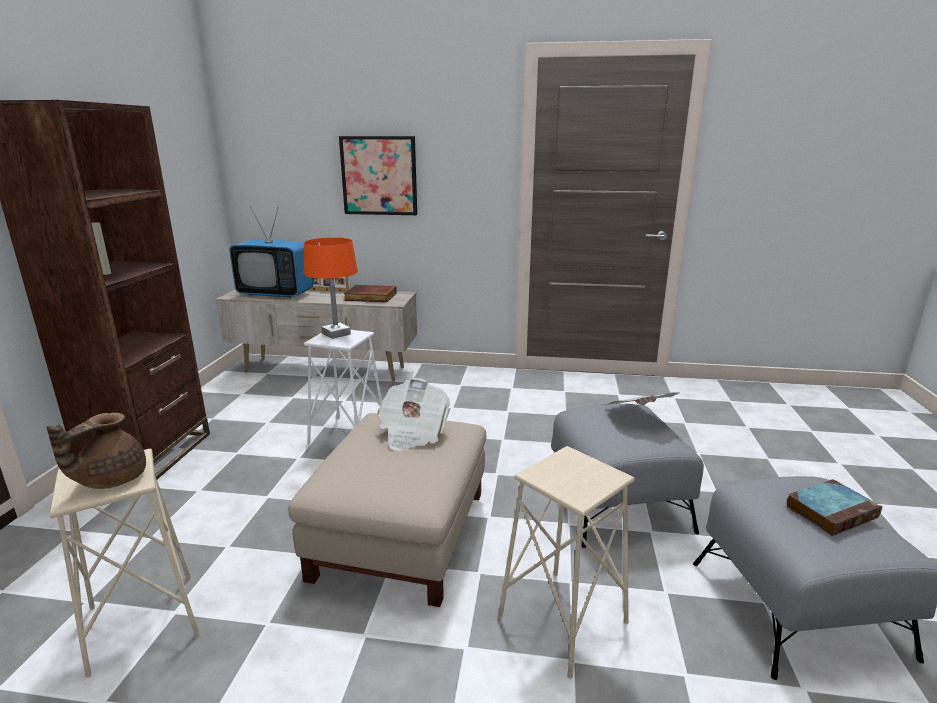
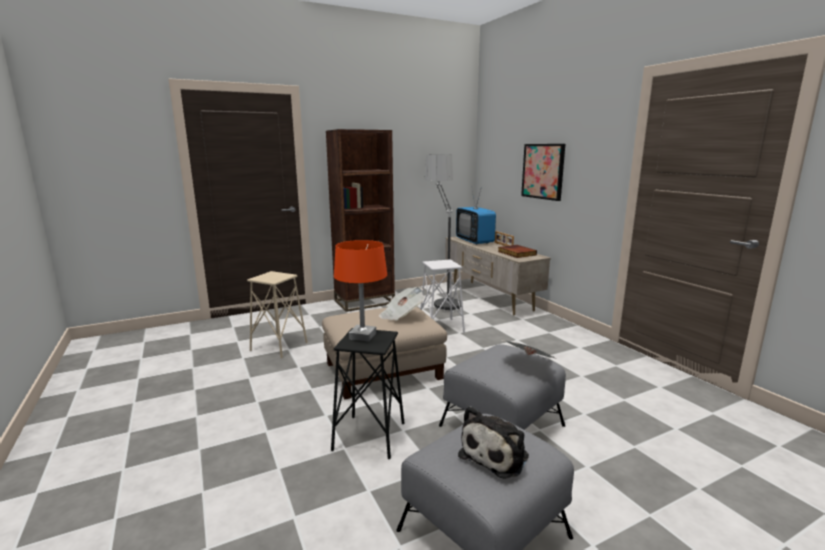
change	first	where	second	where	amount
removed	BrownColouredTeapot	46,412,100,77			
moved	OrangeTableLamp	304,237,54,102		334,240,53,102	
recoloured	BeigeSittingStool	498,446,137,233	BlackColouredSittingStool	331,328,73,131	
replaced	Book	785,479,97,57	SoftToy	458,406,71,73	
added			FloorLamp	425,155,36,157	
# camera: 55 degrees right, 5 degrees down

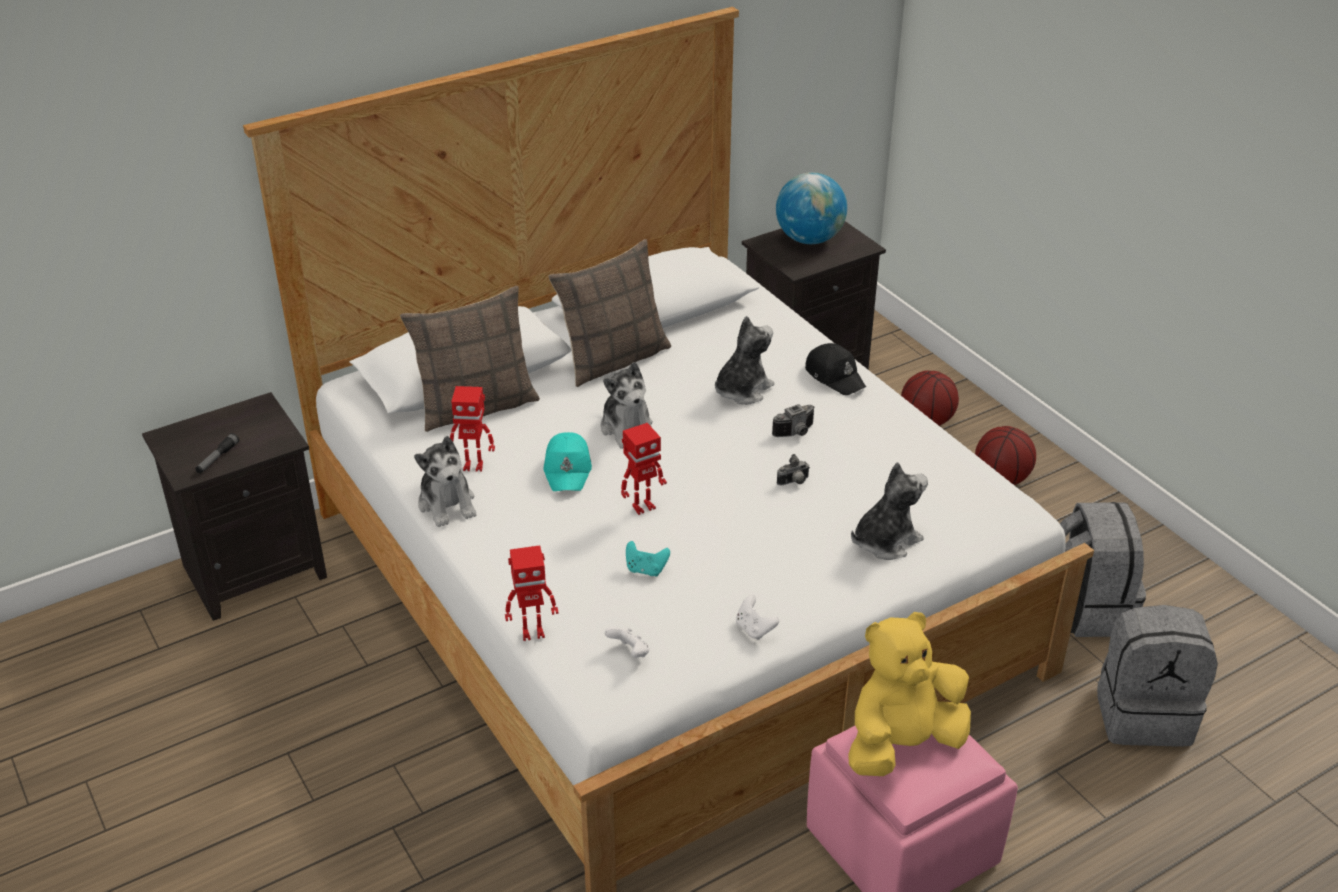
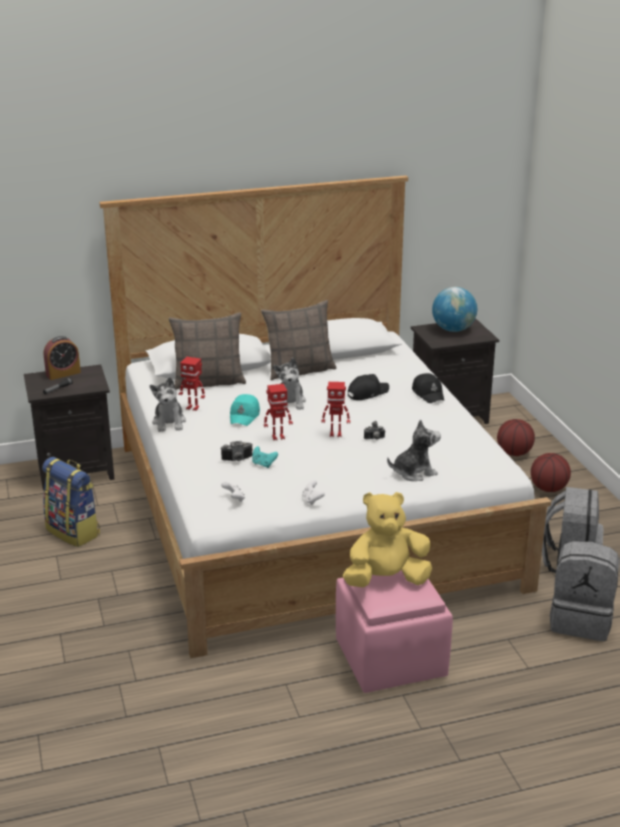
change	first	where	second	where	amount
moved	RobotFigure	505,545,53,96		322,382,28,55	
replaced	SoftToy	715,316,59,89	BlackColouredPeakedCap	348,374,41,26	
moved	StillCamera	772,404,42,33		220,441,33,20	
added			Backpack	42,457,58,90	
added			TableClock	44,336,37,44	
# camera: 15 degrees right, 10 degrees down

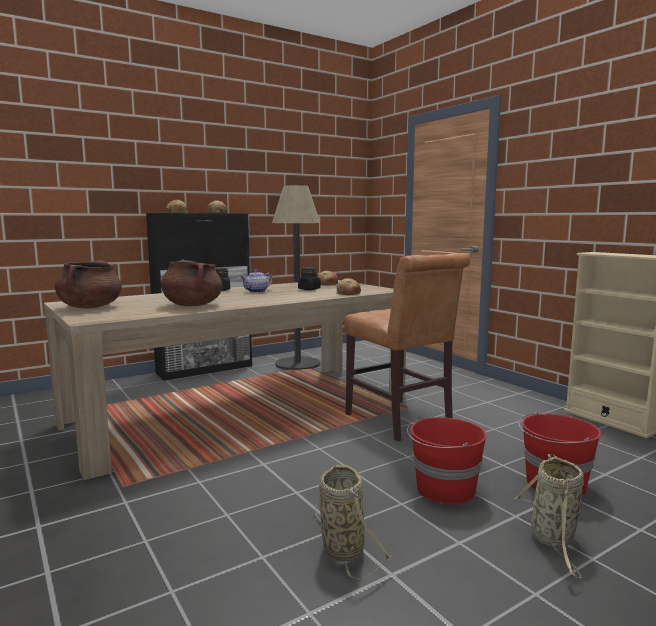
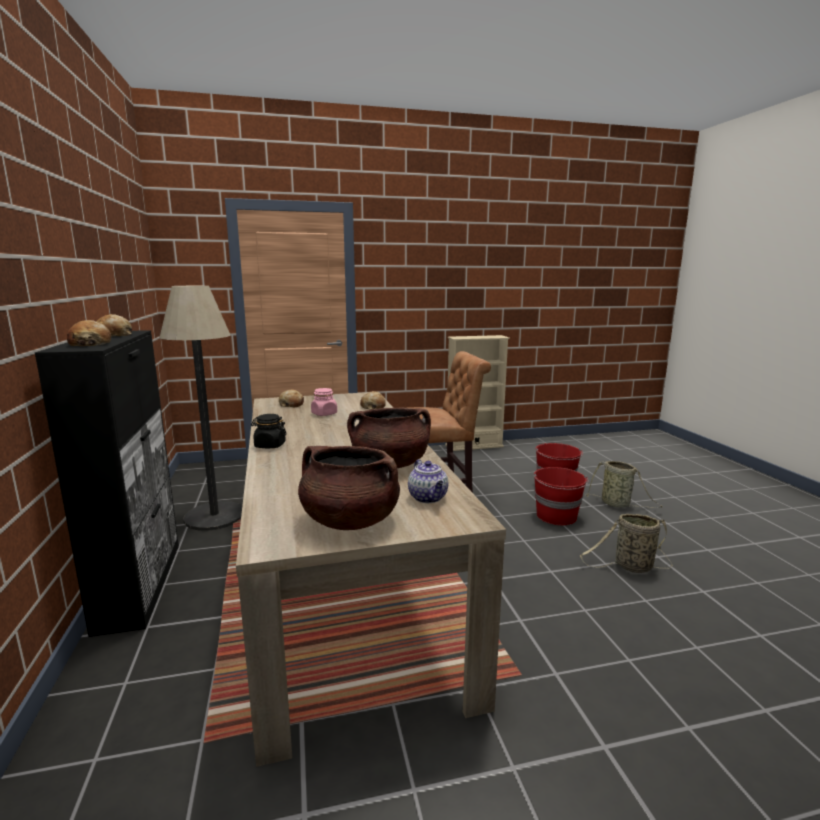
change	first	where	second	where	amount
moved	Teapot	240,269,32,24		408,459,40,44	
recoloured	BlackColouredPreserveJar	298,267,22,23	PinkishPreserveJar	311,388,26,28	
# camera: 70 degrees left, 5 degrees up

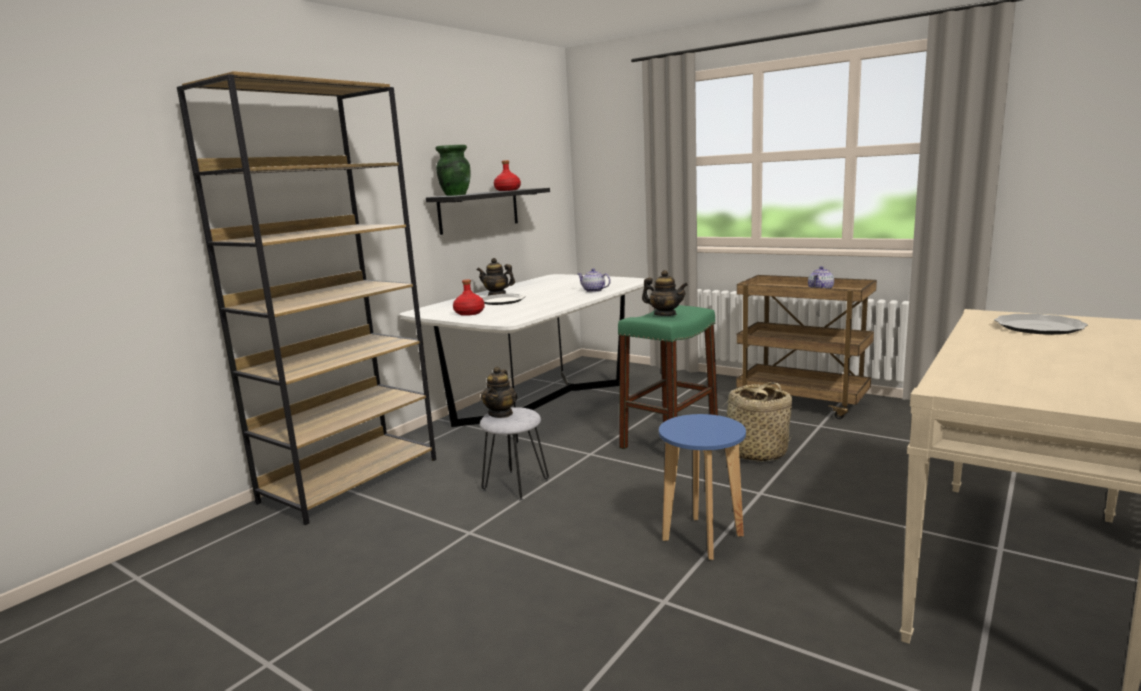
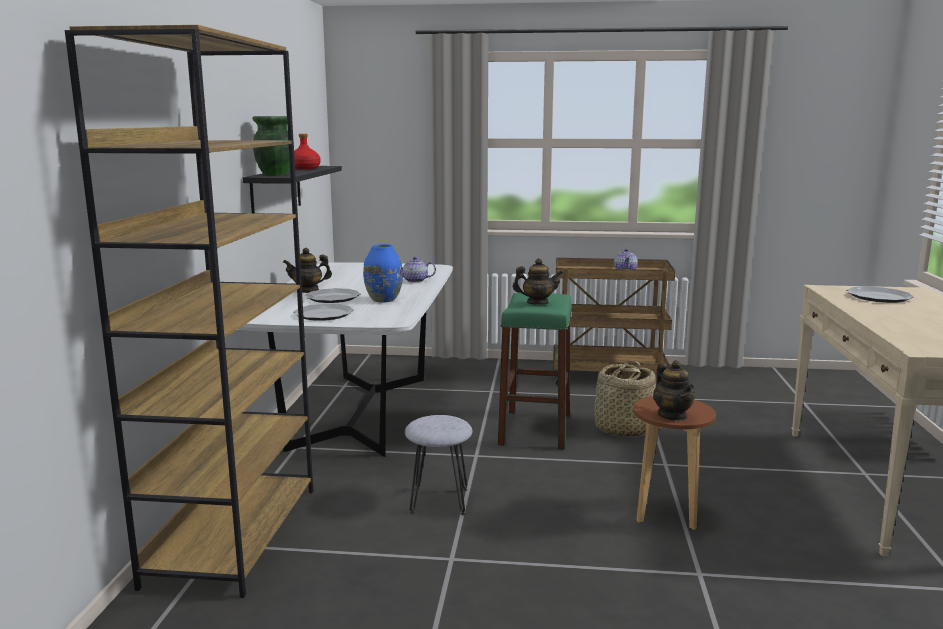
change	first	where	second	where	amount
replaced	RedColouredBottle	453,279,32,37	Plate	294,303,60,18	
moved	Teapot	481,366,36,52		653,360,42,61	
recoloured	BlueColouredSittingStool	659,414,87,146	BrownColouredSittingStool	633,396,83,134	
added			BlueColouredVase	363,244,40,58	
# camera: 30 degrees left, 0 degrees up

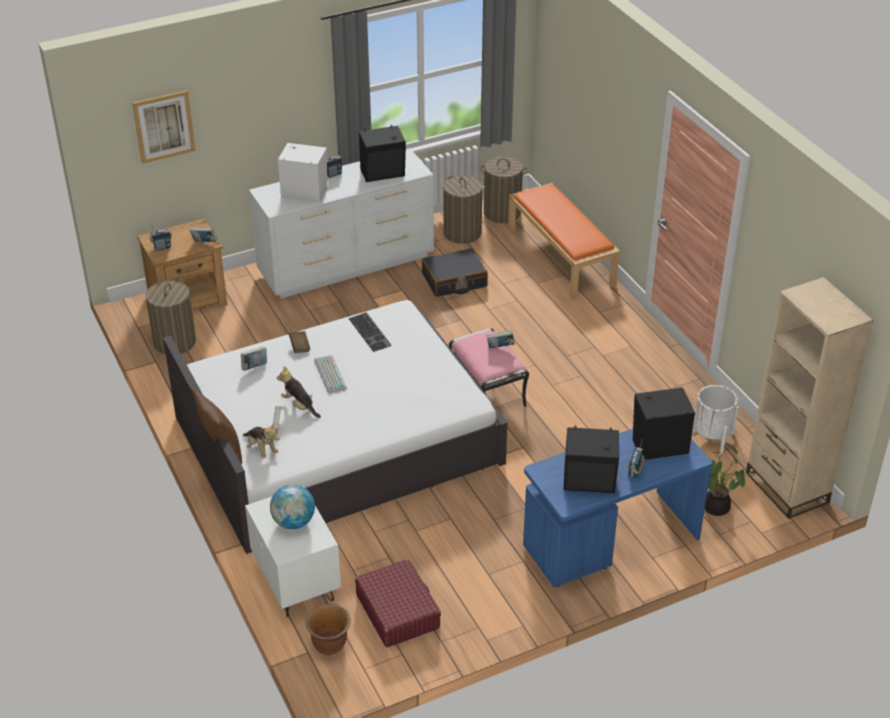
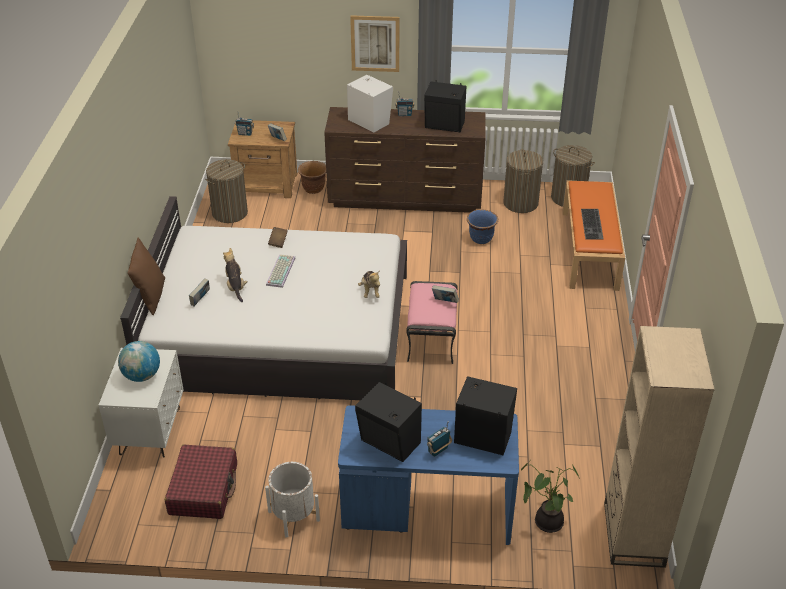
change	first	where	second	where	amount
moved	WallPicture	132,90,64,74		350,15,50,57	
removed	Book	241,347,26,24			
moved	SoftToy	243,423,37,35		358,270,22,28	
recoloured	WhiteDrawerChest	249,148,185,150	BrownColouredDrawerChest	324,107,162,106	
moved	BrownColouredPlanter	305,604,46,51		298,161,28,33	
moved	PcKeyboard	348,312,44,40		581,209,23,31	
replaced	BlackColouredPieceOfLuggage	422,248,66,49	BlueColouredPlanter	467,210,31,34	
moved	WhitePlanter	691,385,47,69		265,462,55,76	
# camera: 30 degrees right, 0 degrees up

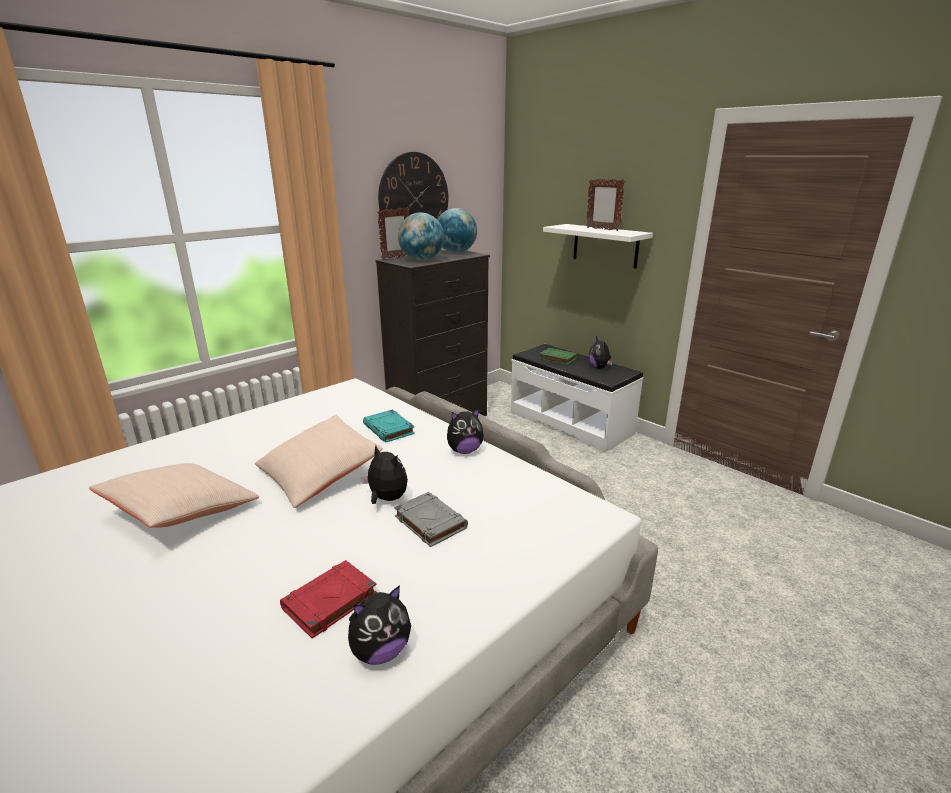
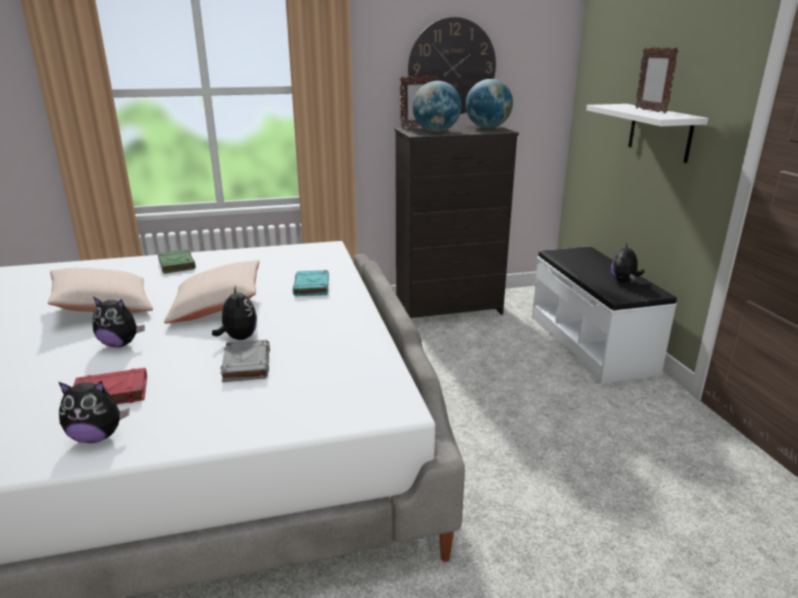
change	first	where	second	where	amount
moved	SoftToy	447,408,37,46		92,297,53,51	
moved	GreenishBook	539,348,38,17		158,249,38,25	
# camera: 30 degrees right, 0 degrees up

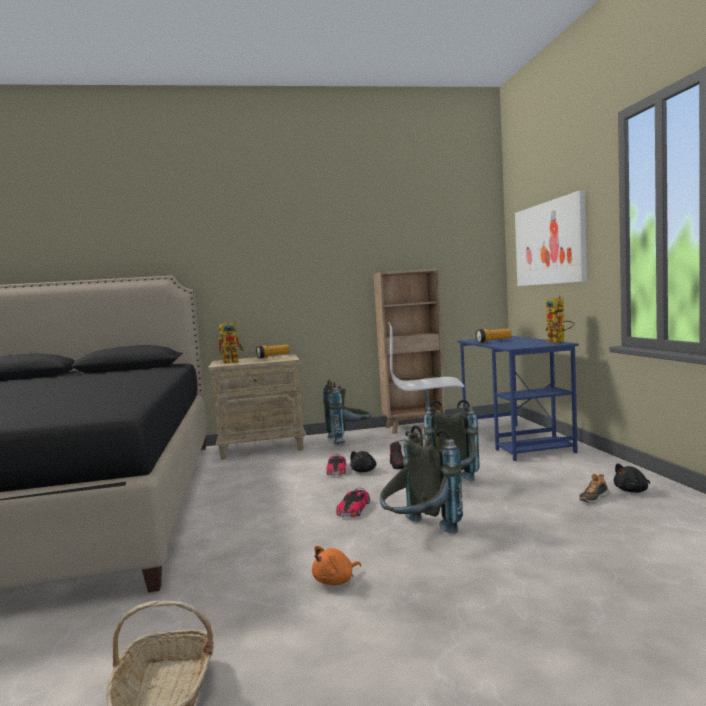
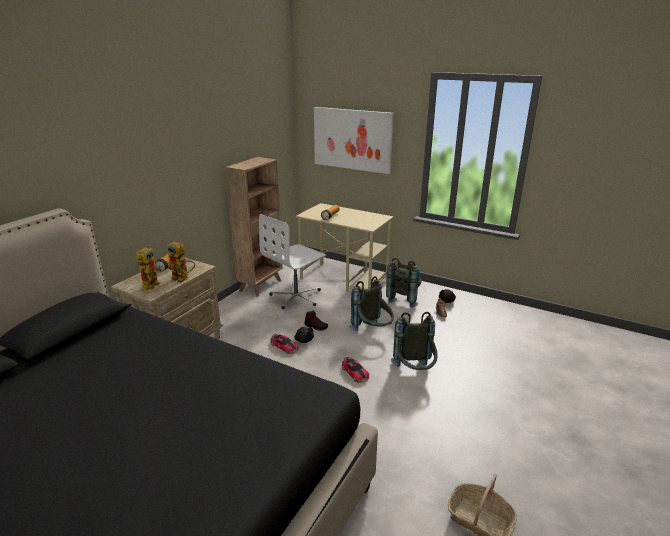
change	first	where	second	where	amount
removed	OrangeSoftToy	312,546,49,39			
moved	GreyBackpack	323,379,49,65		386,258,36,50	
recoloured	BlueColouredDesk	457,336,122,125	BeigeDesk	296,203,98,89	
moved	RobotFigure	545,296,29,47		167,242,28,41	
# camera: 50 degrees left, 20 degrees up

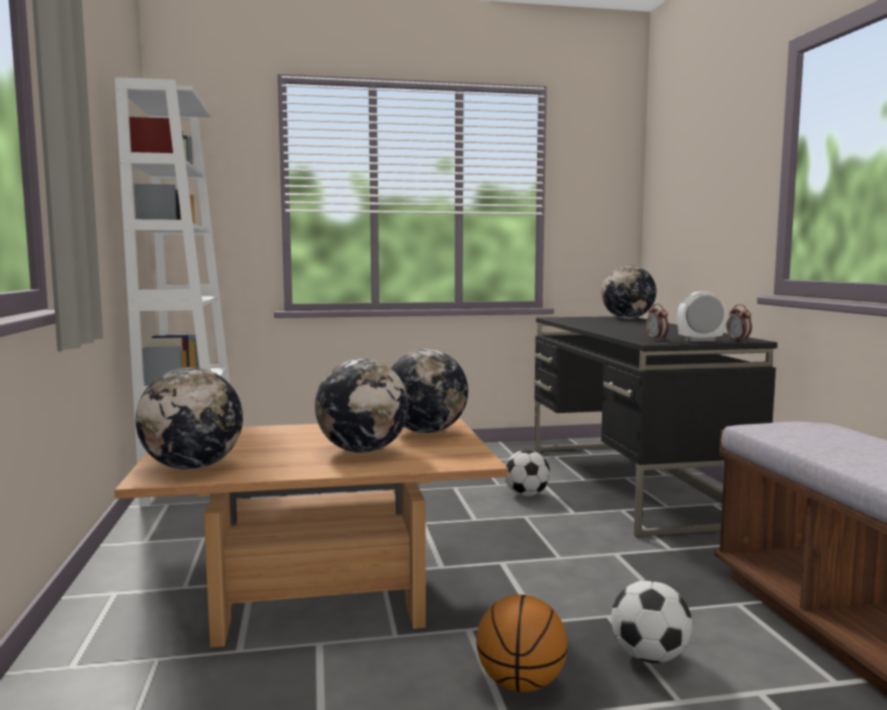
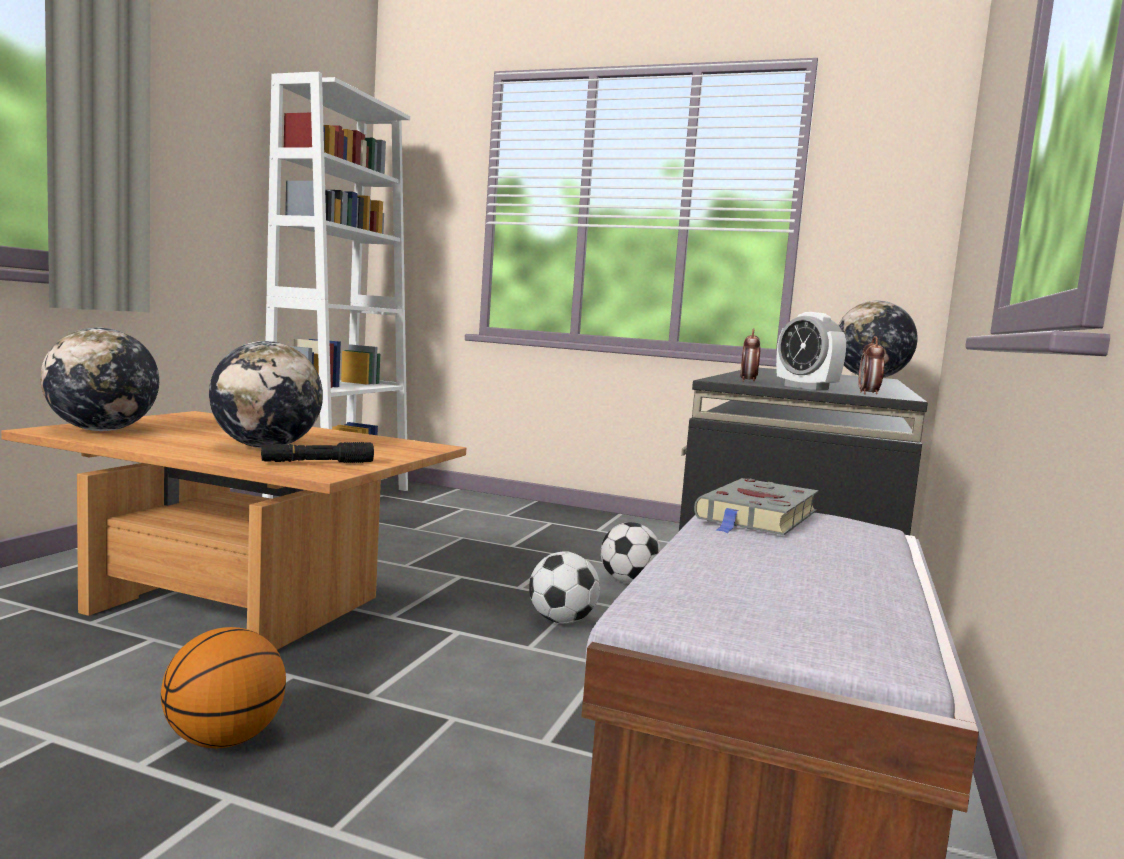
change	first	where	second	where	amount
removed	WorldGlobe	391,349,77,84			
moved	FootballBall	611,580,81,83		529,551,71,73	
turned	TableClock	677,291,49,51		776,312,70,78	150 degrees counterclockwise
added			BlackColouredTorch	261,442,113,21	
added			GreyBook	694,478,125,57	
# camera: 30 degrees right, 0 degrees up

